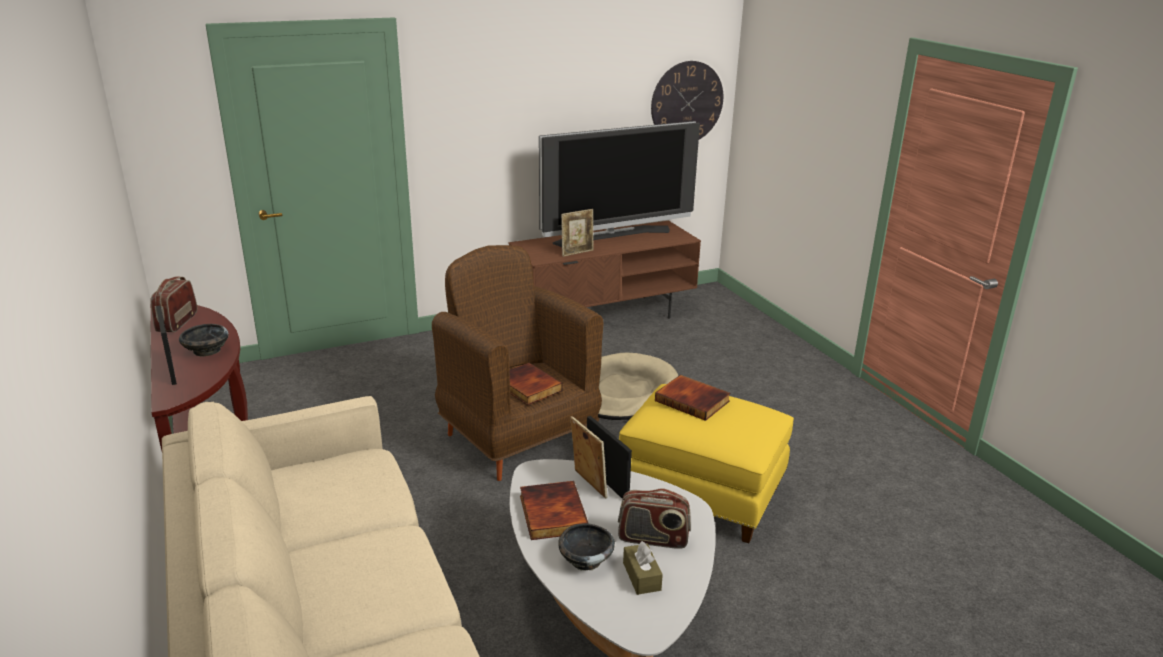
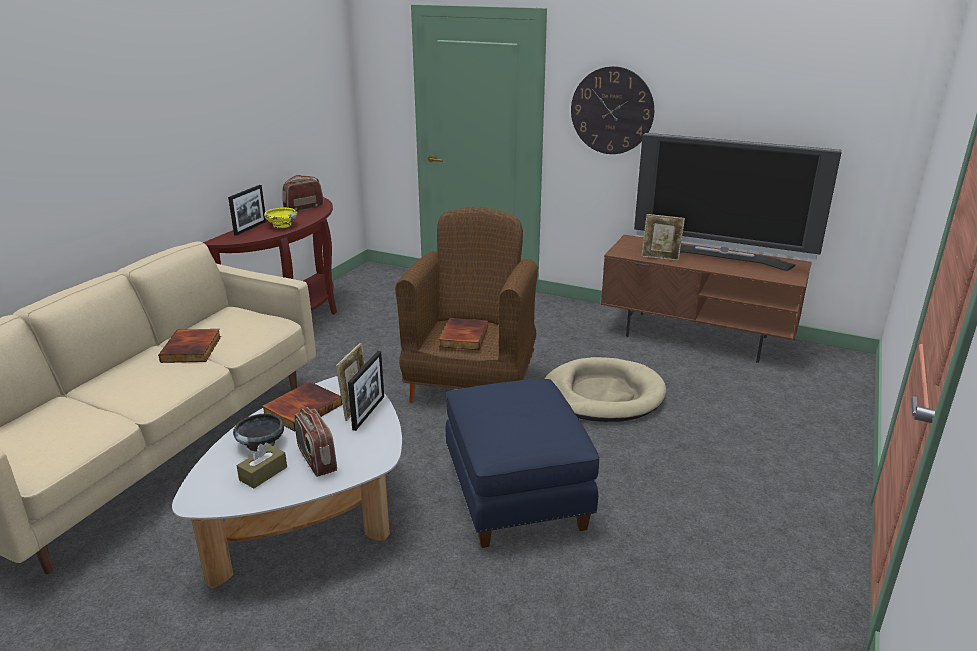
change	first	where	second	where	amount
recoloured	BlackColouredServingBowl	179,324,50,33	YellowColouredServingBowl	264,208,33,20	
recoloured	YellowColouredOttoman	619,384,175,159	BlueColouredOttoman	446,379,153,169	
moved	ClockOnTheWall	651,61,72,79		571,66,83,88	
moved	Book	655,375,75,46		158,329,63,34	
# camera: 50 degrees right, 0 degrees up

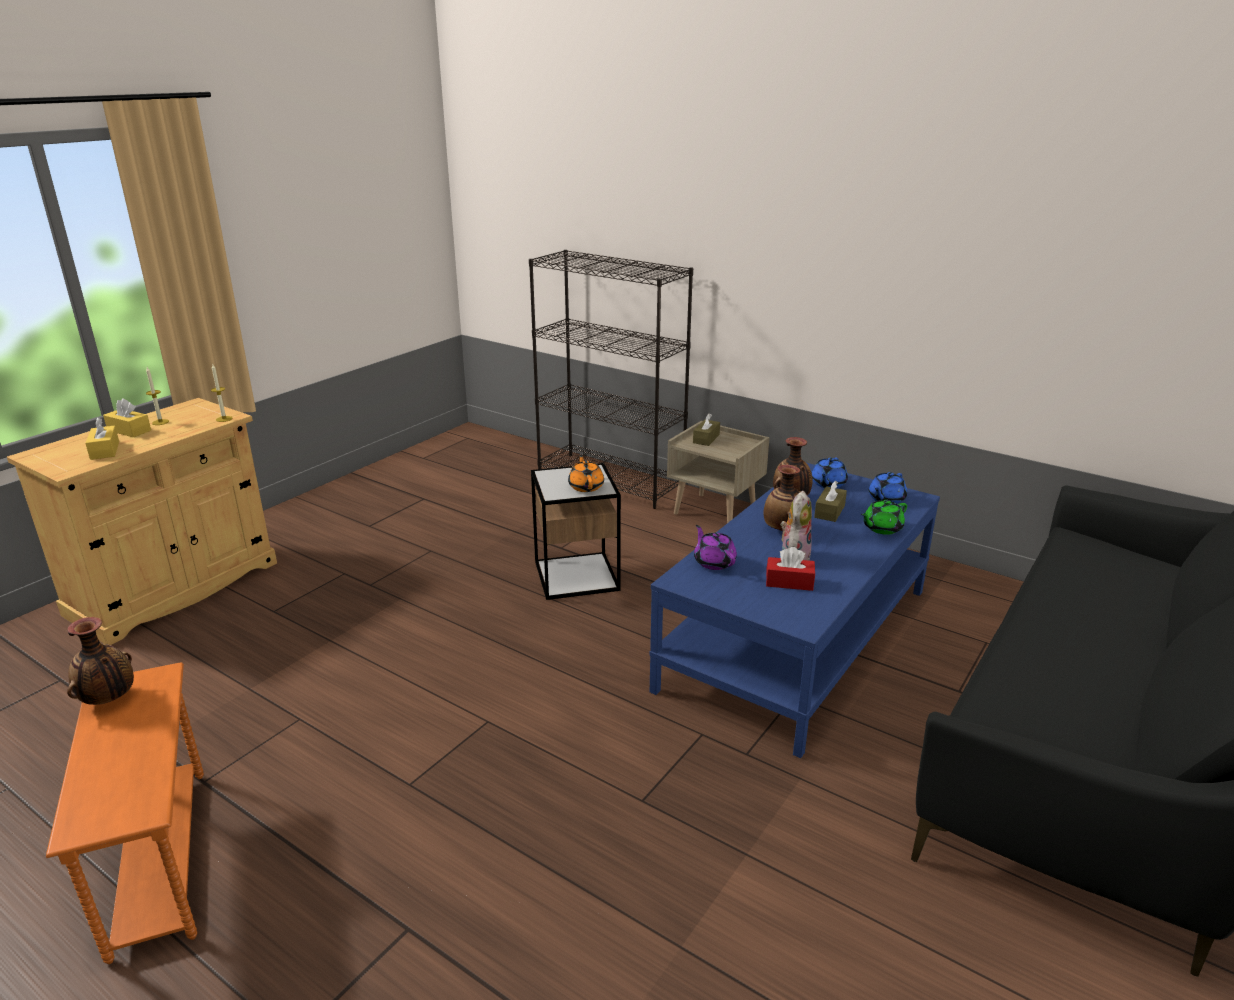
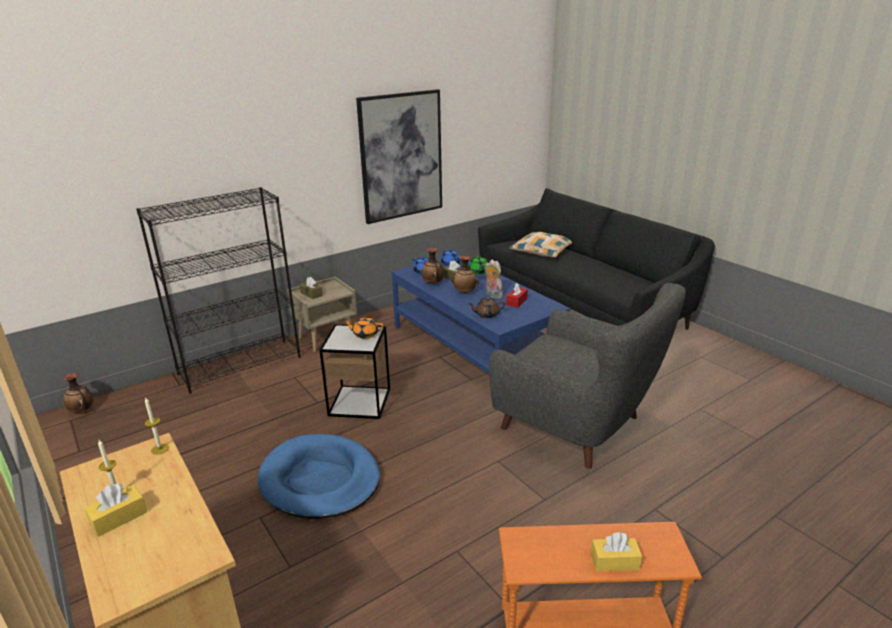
change	first	where	second	where	amount
moved	Vase	67,617,67,88		63,373,30,40	
moved	YellowColouredBoxOfTissues	85,417,34,43		591,532,51,39	
recoloured	PurpleTeapot	694,525,43,45	BrownColouredTeapot	468,298,37,20	
added			BlueColouredDogCushion	258,434,122,85	
added			WallPicture	356,89,86,135	
added			GreyLoungeChair	489,283,196,186	
added			Cushion	509,232,63,25	
# camera: 70 degrees left, 0 degrees up

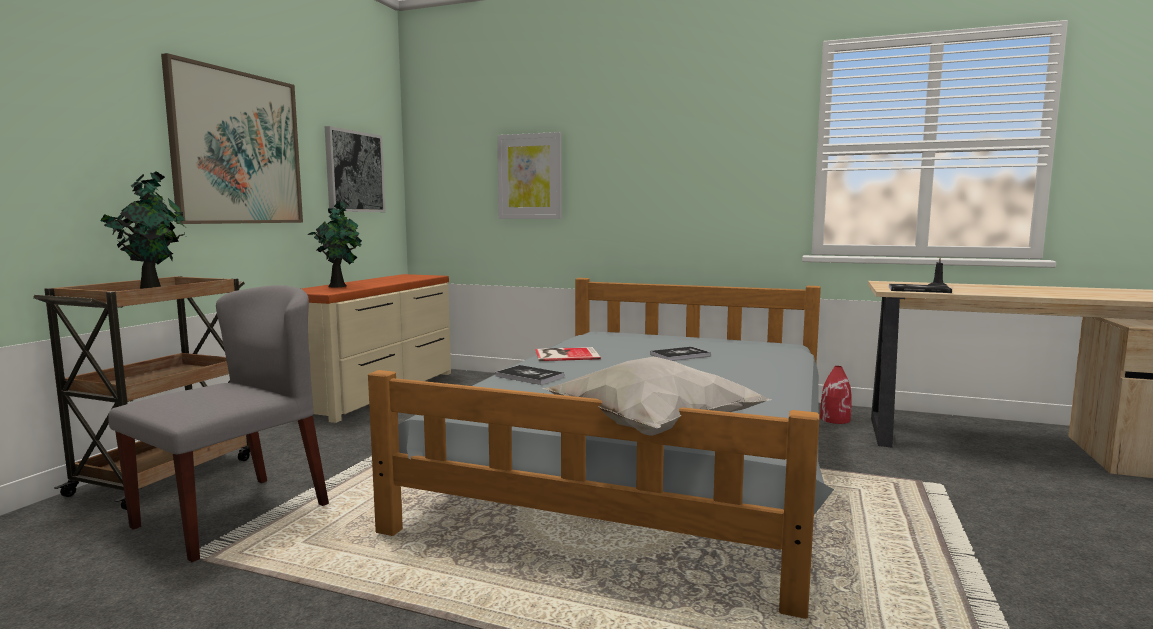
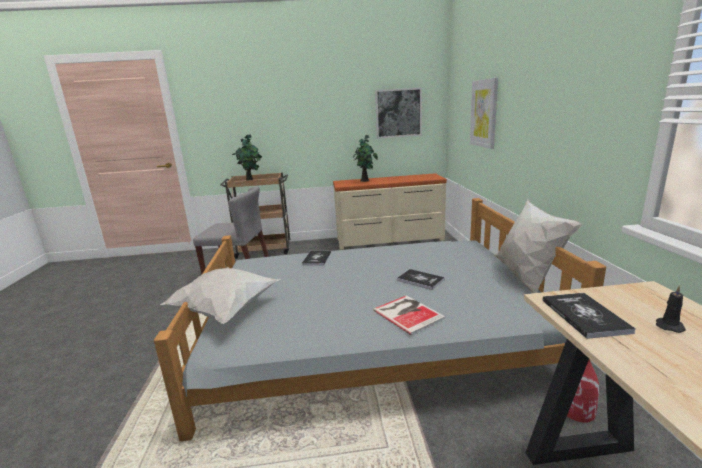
change	first	where	second	where	amount
removed	WallPicture	161,53,142,171			
moved	Book	535,347,66,14		373,295,72,40	
added			WhiteCushion	494,198,88,95	
# camera: 65 degrees right, 10 degrees up

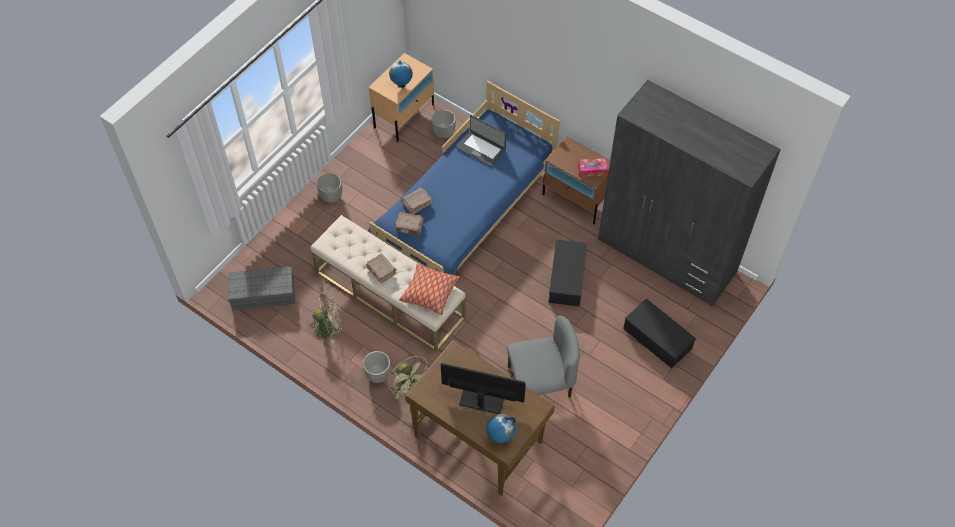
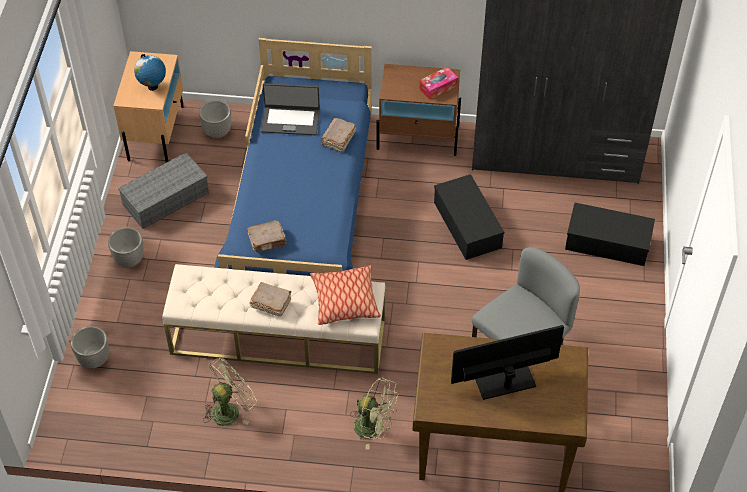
change	first	where	second	where	amount
moved	GreyStorageBox	228,266,67,44		118,152,91,77	
moved	Planter	363,351,28,32		71,326,38,42	
moved	BrownColouredBook	402,187,30,27		321,118,35,34	
removed	WorldGlobe	486,414,29,29			
# camera: 30 degrees left, 5 degrees down

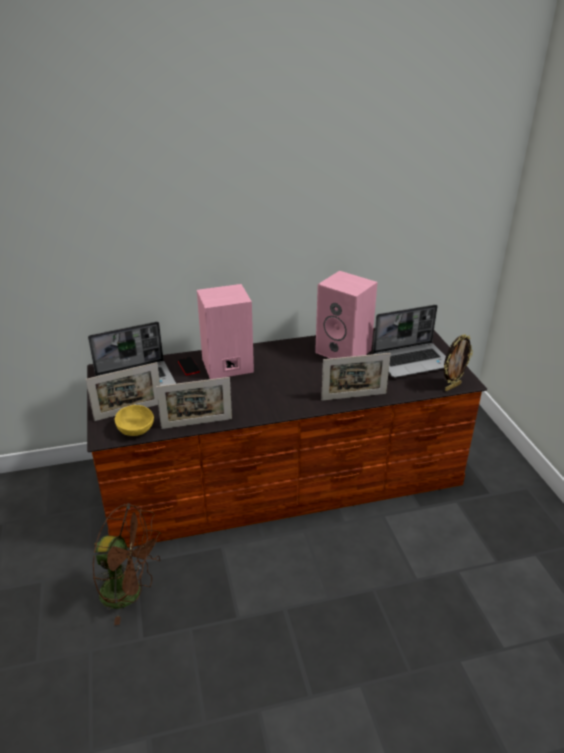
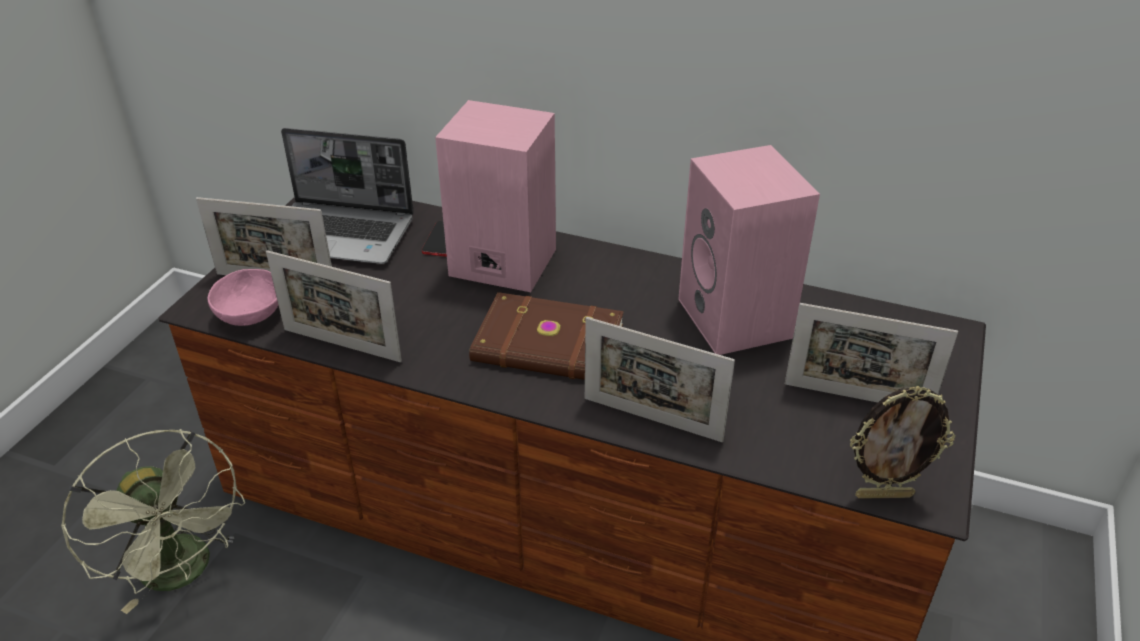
change	first	where	second	where	amount
recoloured	BrownColouredElectricFan	92,503,69,122	GreenishElectricFan	61,429,184,185	
recoloured	YellowColouredServingBowl	115,405,39,31	PinkishServingBowl	207,269,72,57	
replaced	Laptop	373,305,73,73	StandingFrame	785,303,173,100	
added			BrownColouredBook	469,292,155,88	
# camera: 35 degrees right, 5 degrees up

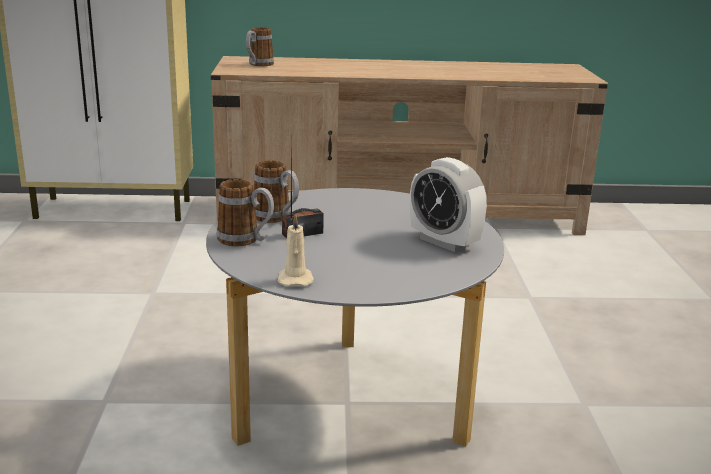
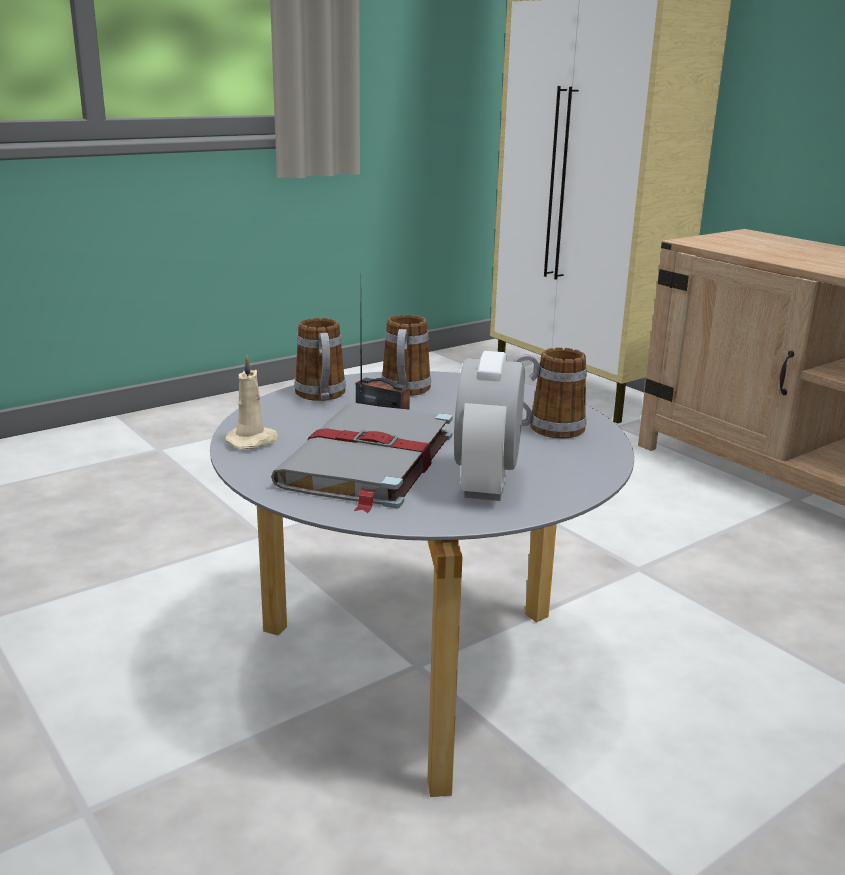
change	first	where	second	where	amount
moved	Mug	246,27,28,39		512,347,75,91	
added			GreyBook	271,403,182,110	
# camera: 55 degrees right, 0 degrees up

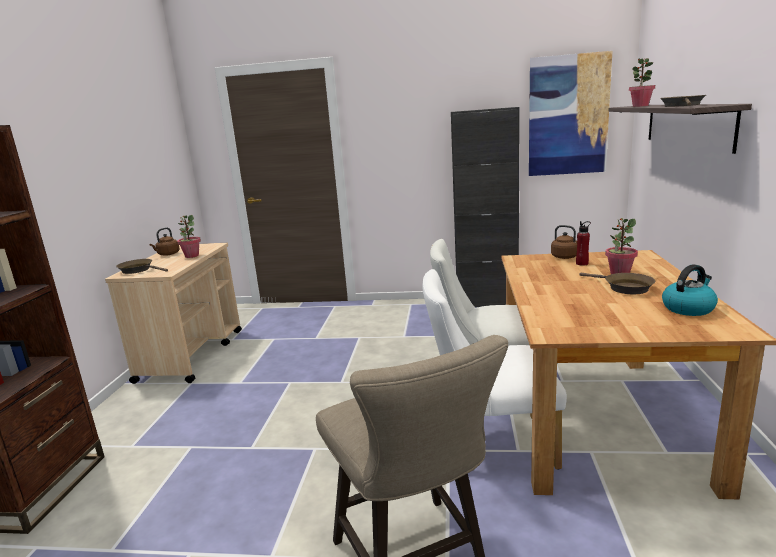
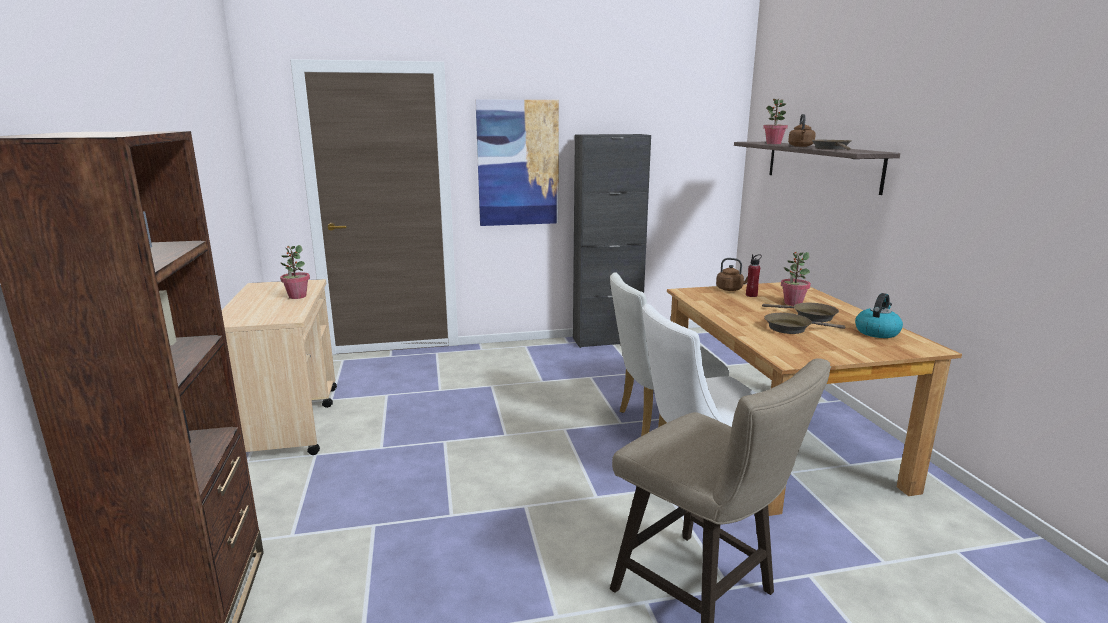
change	first	where	second	where	amount
moved	BrownColouredSkillet	116,259,52,15		765,313,80,21	
moved	BrownColouredTeaKettle	150,227,30,29		788,114,28,33	
moved	WallPicture	529,51,84,125		475,100,84,126	
# camera: 20 degrees left, 0 degrees up

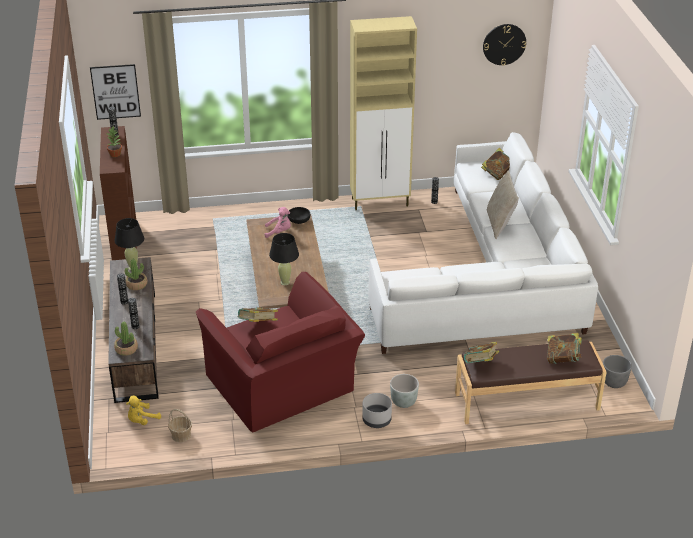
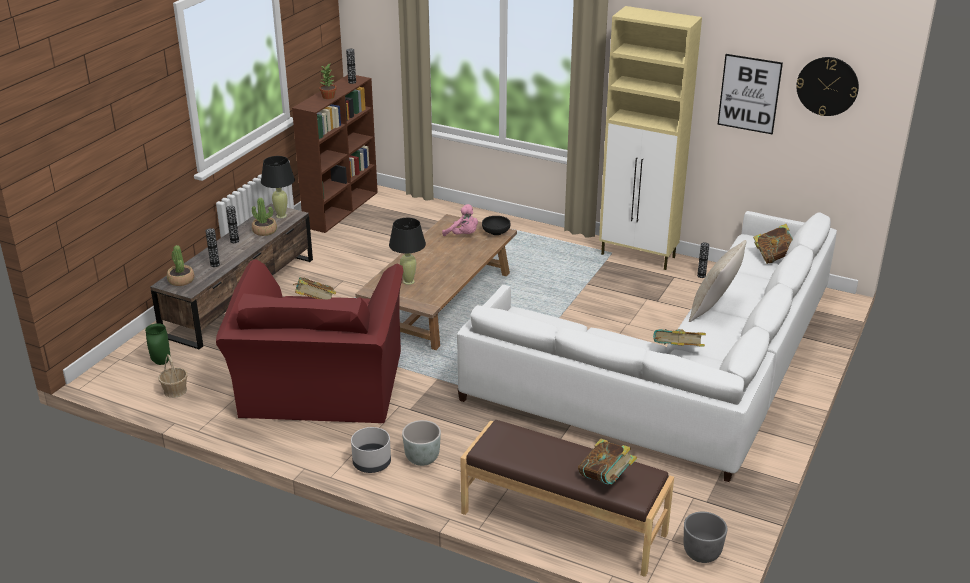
change	first	where	second	where	amount
moved	WallPicture	90,64,51,56		717,54,66,80	
replaced	YellowColouredSoftToy	126,396,35,29	GreenishVase	145,323,25,42	
moved	Book	464,342,35,21		653,329,53,18	
# camera: 35 degrees right, 5 degrees down

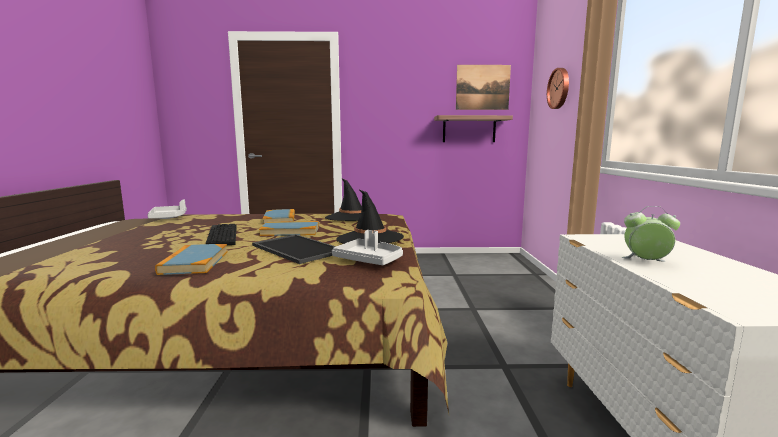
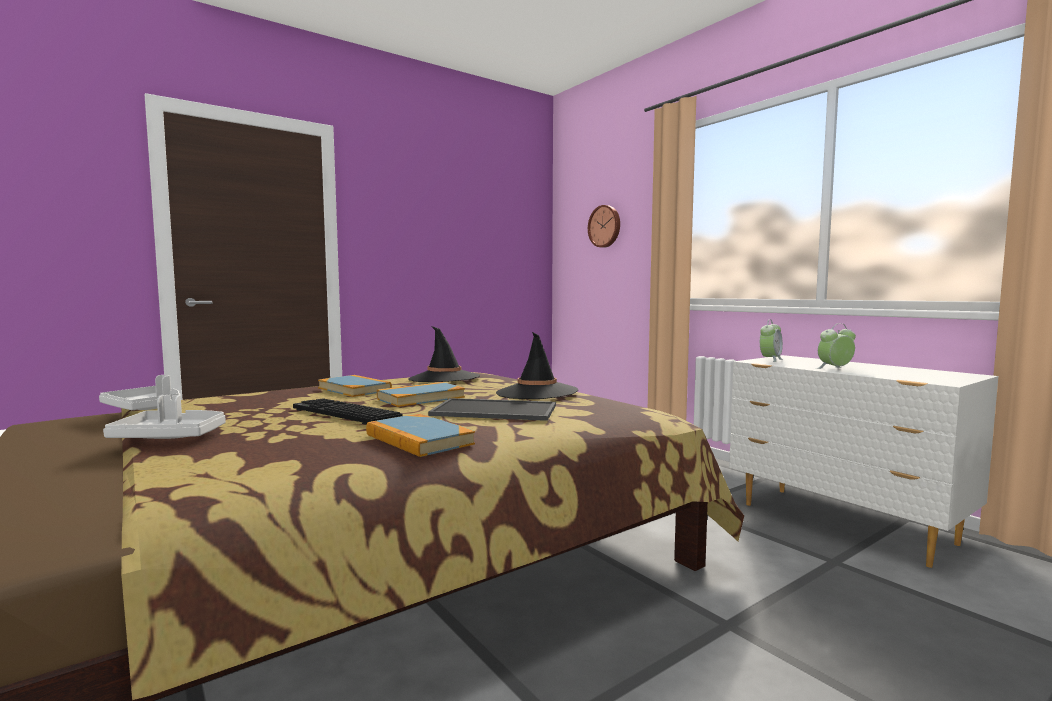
change	first	where	second	where	amount
moved	GreyTray	332,230,71,35		103,395,122,44	
removed	WallShelf	434,115,79,27			
removed	WallPicture	456,65,55,45			
added			TableClock	760,319,23,43	
# camera: 35 degrees left, 5 degrees down

